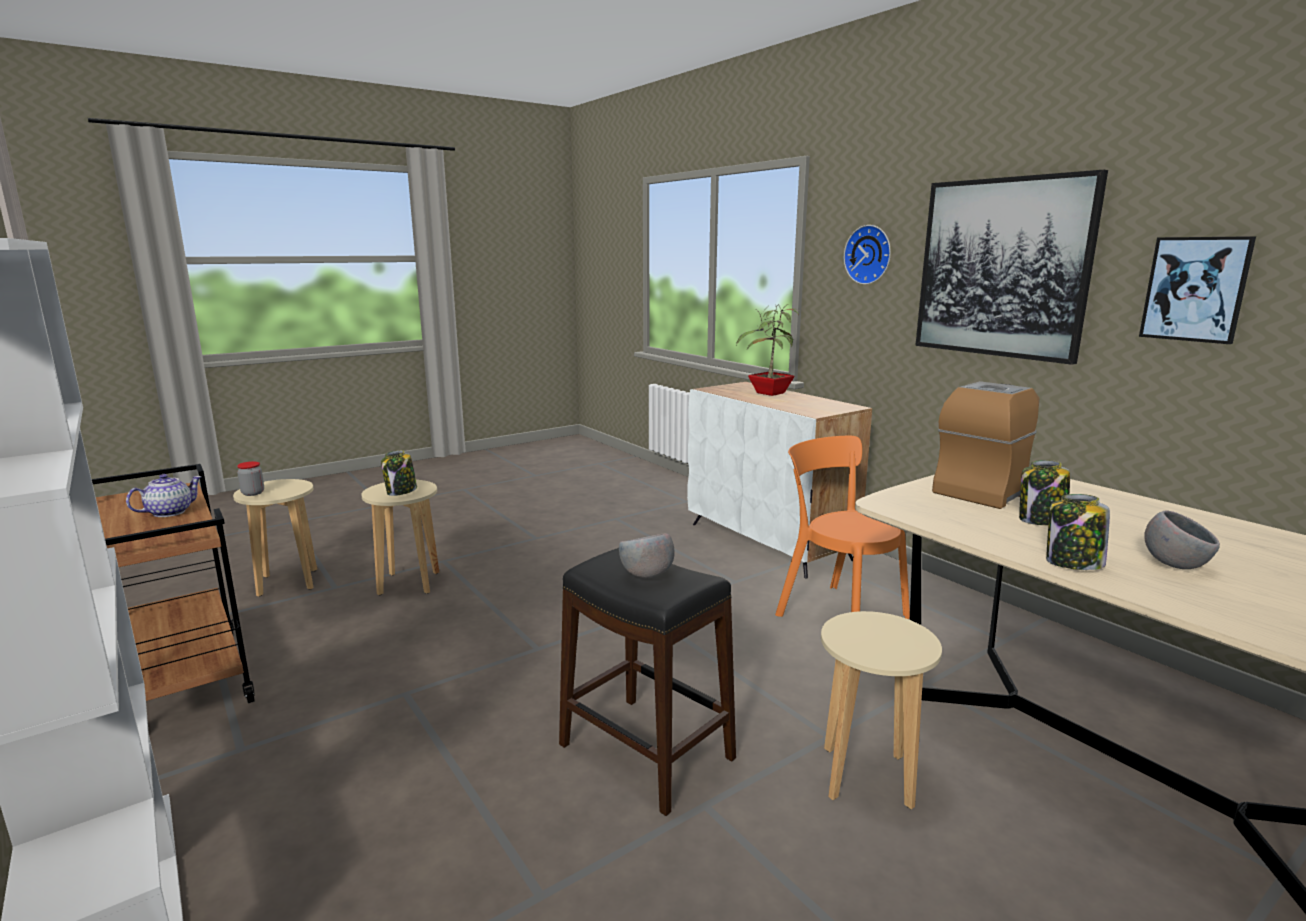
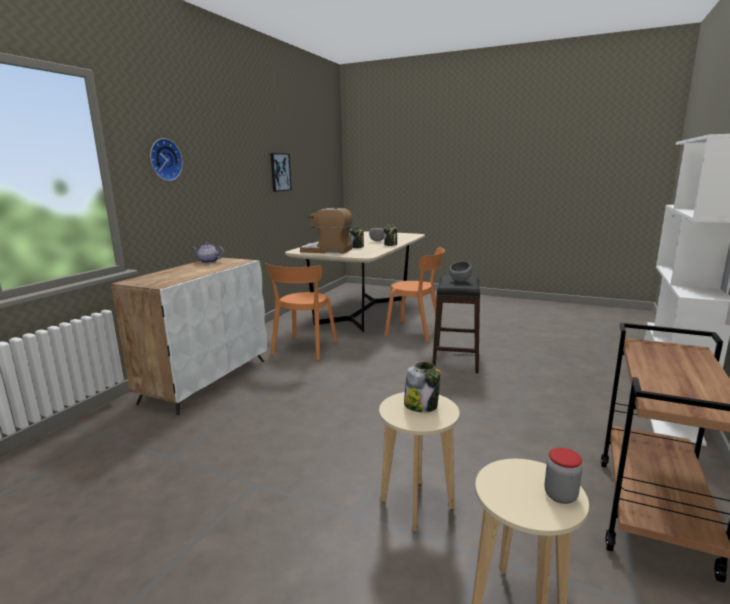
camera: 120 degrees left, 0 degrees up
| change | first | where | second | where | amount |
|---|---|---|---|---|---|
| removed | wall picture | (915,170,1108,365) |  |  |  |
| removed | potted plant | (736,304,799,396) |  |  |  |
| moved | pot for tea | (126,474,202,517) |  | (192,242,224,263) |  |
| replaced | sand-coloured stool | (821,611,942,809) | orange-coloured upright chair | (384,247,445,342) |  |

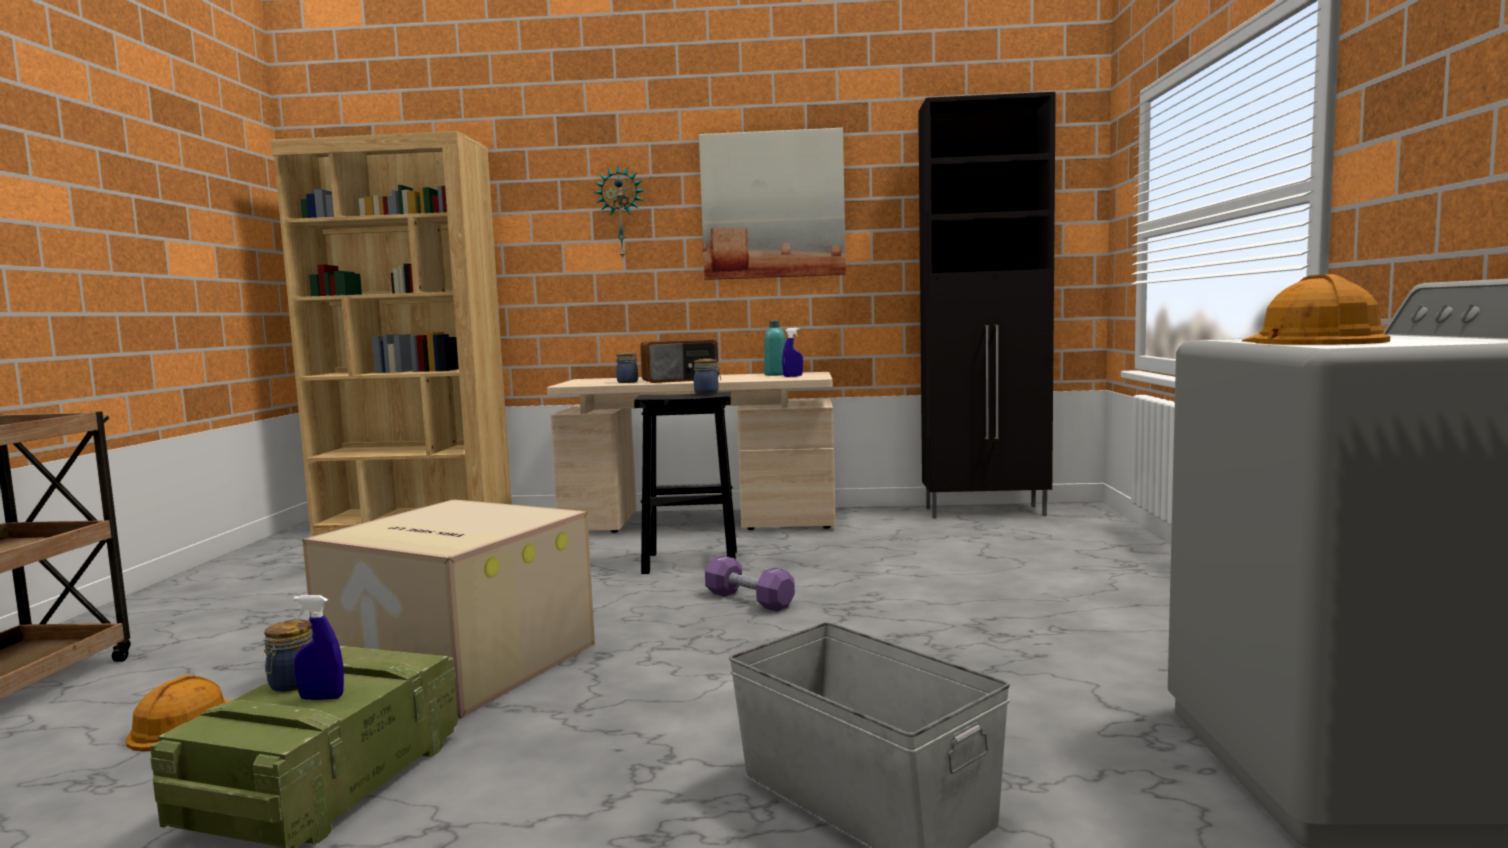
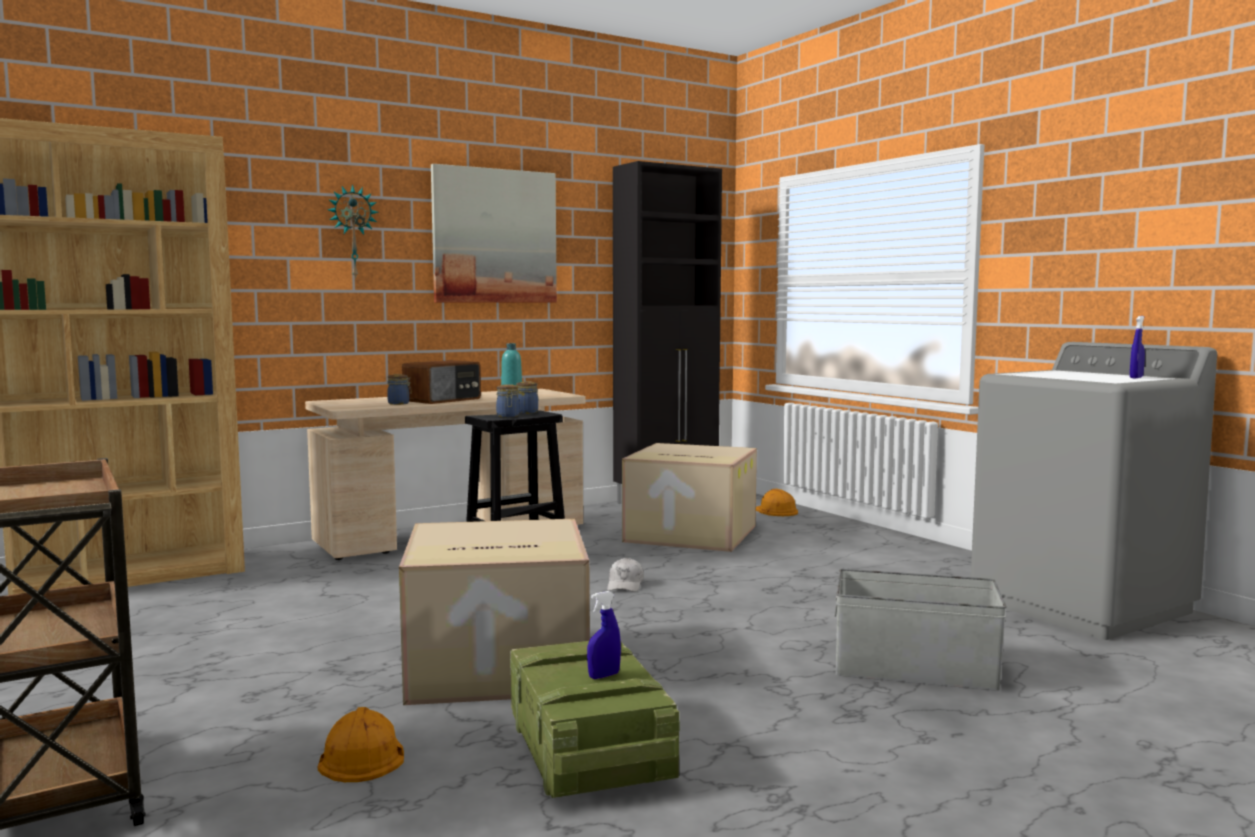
camera: 35 degrees left, 0 degrees up
| change | first | where | second | where | amount |
|---|---|---|---|---|---|
| moved | orange-coloured safety helmet | (1242,274,1390,345) |  | (756,489,798,516) |  |
| moved | bluish spray bottle | (782,328,803,377) |  | (1130,316,1145,379) |  |
| replaced | purple hand weight | (705,555,795,612) | white baseball cap | (607,558,644,592) |  |
| moved | storage jar | (263,620,313,692) |  | (496,384,519,418) |  |
| added |  |  | packing box | (622,443,757,552) |  |

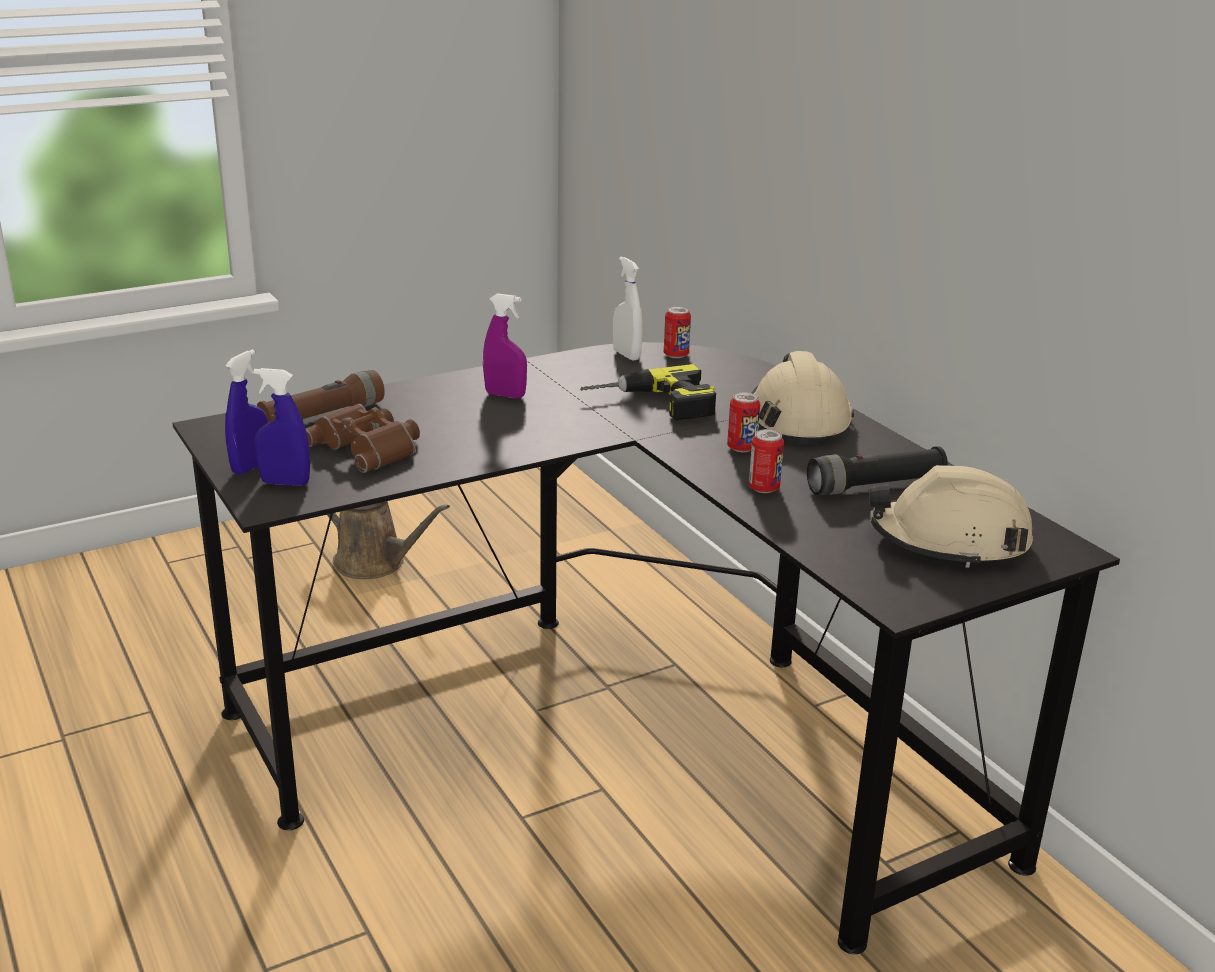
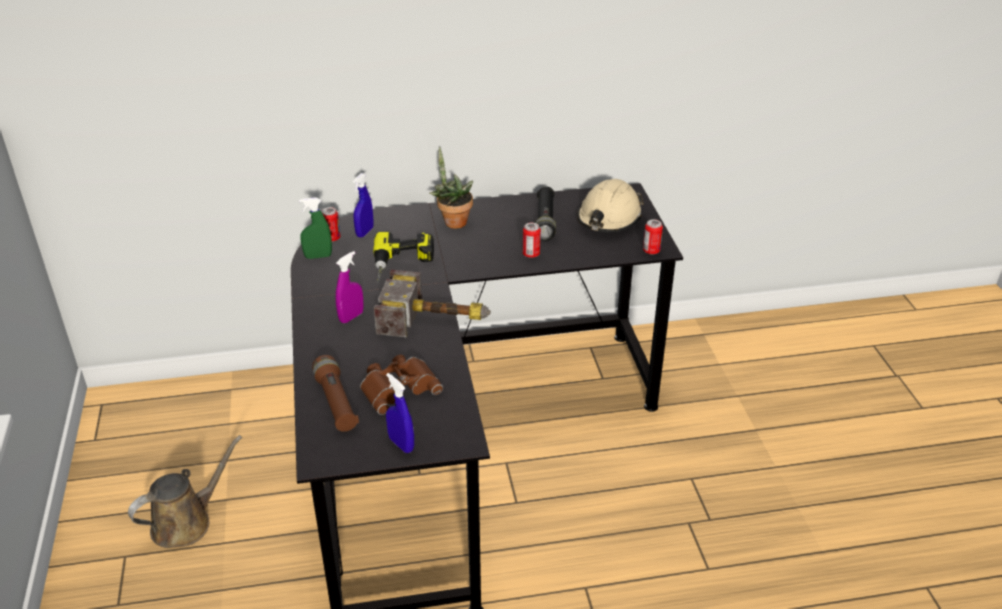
camera: 70 degrees left, 10 degrees up
| change | first | where | second | where | amount |
|---|---|---|---|---|---|
| recoloured | white spray bottle | (613,256,643,361) | greenish spray bottle | (299,197,332,259) |  |
| replaced | sand-coloured safety helmet | (751,351,854,445) | potted plant | (429,147,473,229) |  |
| moved | bluish spray bottle | (254,368,310,486) |  | (353,173,374,237) |  |
| moved | sealed can | (727,392,760,452) |  | (643,219,663,254) |  |
| added |  |  | hand hammer | (374,270,491,337) |  |

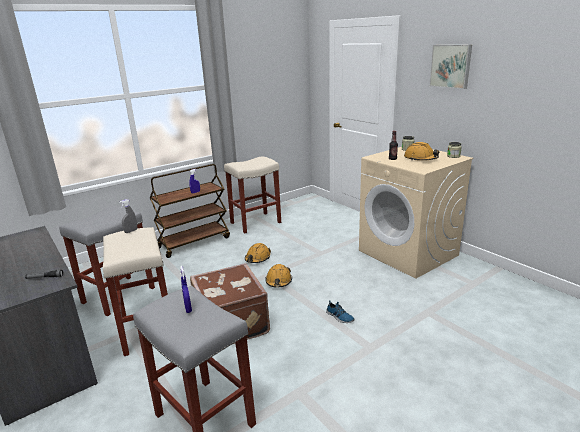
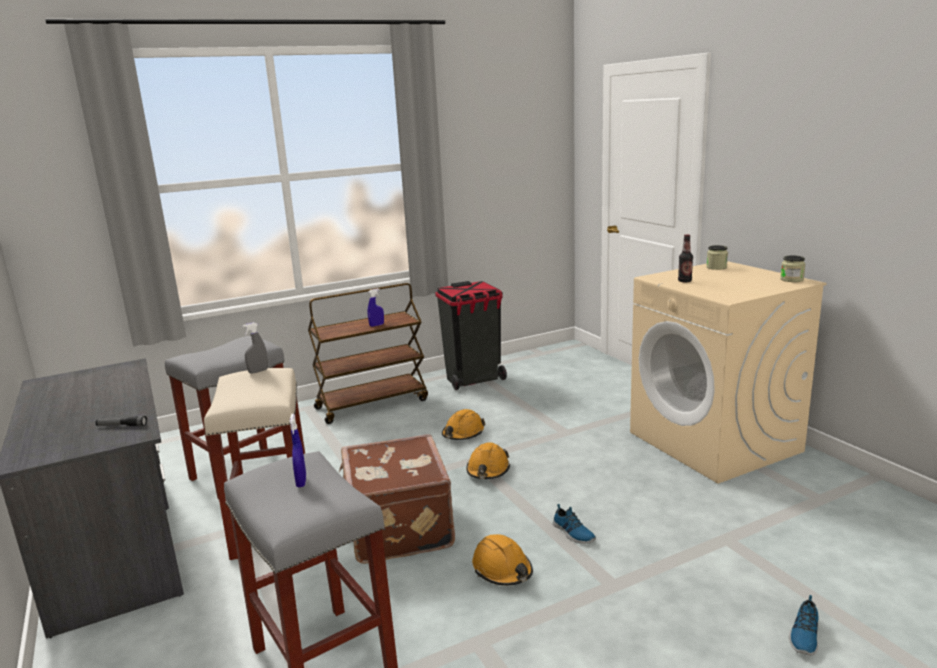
camera: 10 degrees right, 5 degrees down
| change | first | where | second | where | amount |
|---|---|---|---|---|---|
| removed | wall picture | (429,45,472,89) |  |  |  |
| moved | orange-coloured safety helmet | (404,142,439,161) |  | (472,534,533,586) |  |
| replaced | sand-coloured stool | (224,156,281,233) | black-coloured rubbish bin | (435,281,507,390) |  |
| added |  |  | shoe | (789,595,819,656) |  |

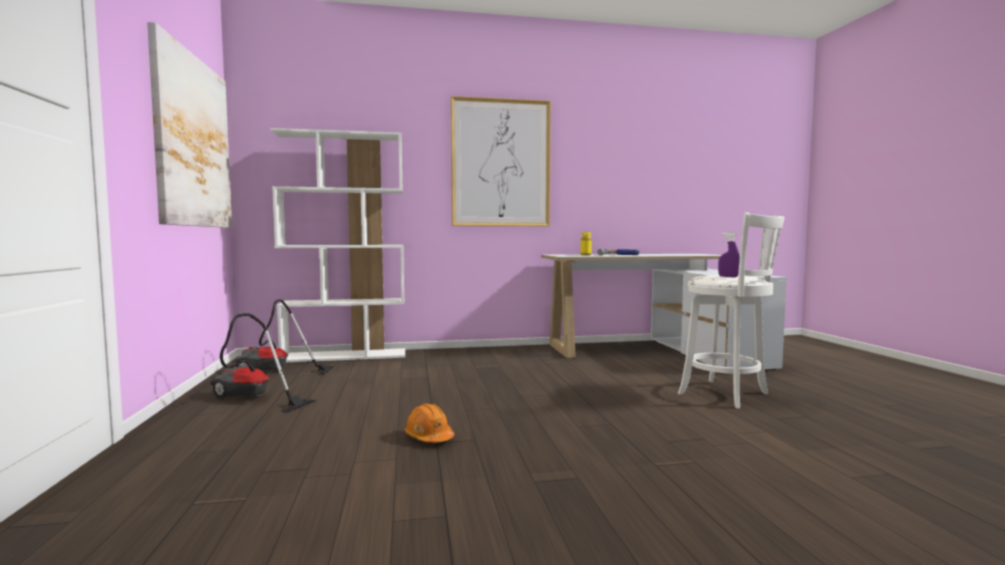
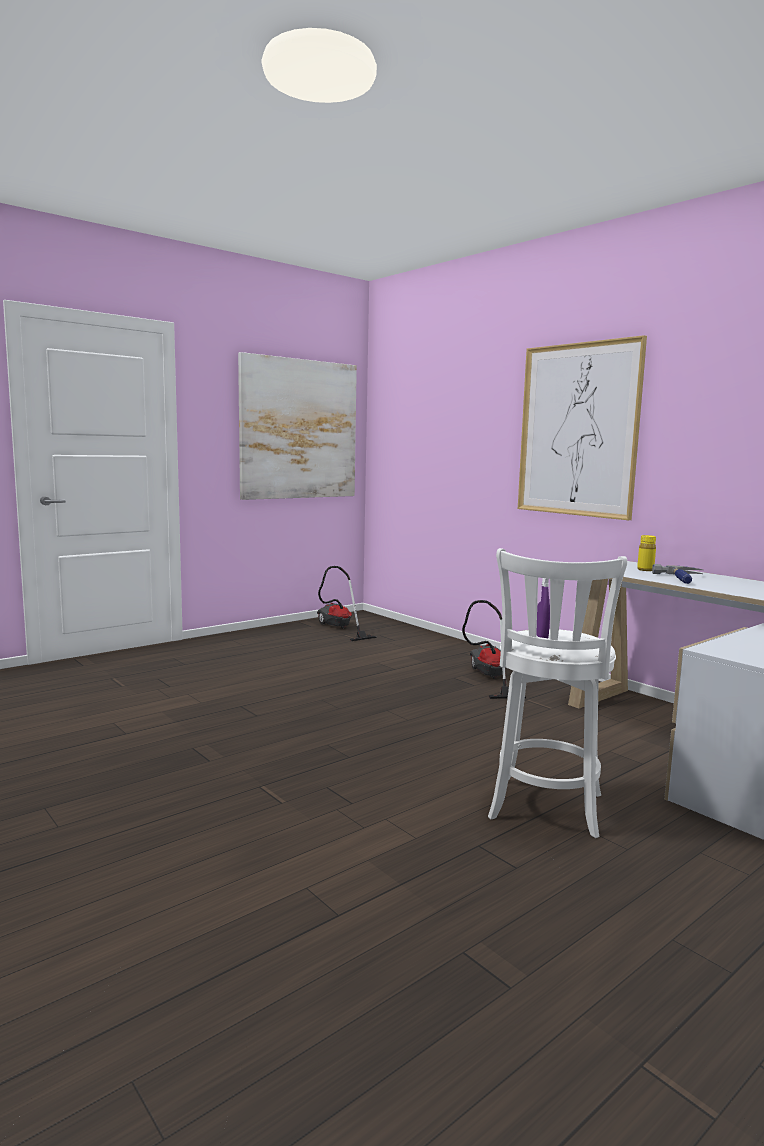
camera: 60 degrees right, 5 degrees up
| change | first | where | second | where | amount |
|---|---|---|---|---|---|
| removed | white bookshelf | (270,128,405,362) |  |  |  |
| moved | hoover | (210,313,316,413) |  | (462,600,526,699) |  |
| removed | orange-coloured safety helmet | (404,404,454,443) |  |  |  |

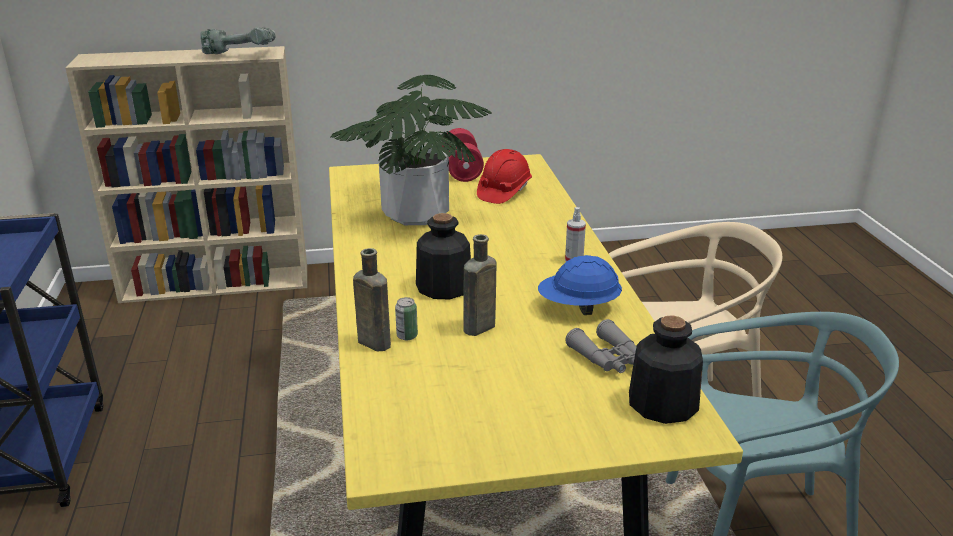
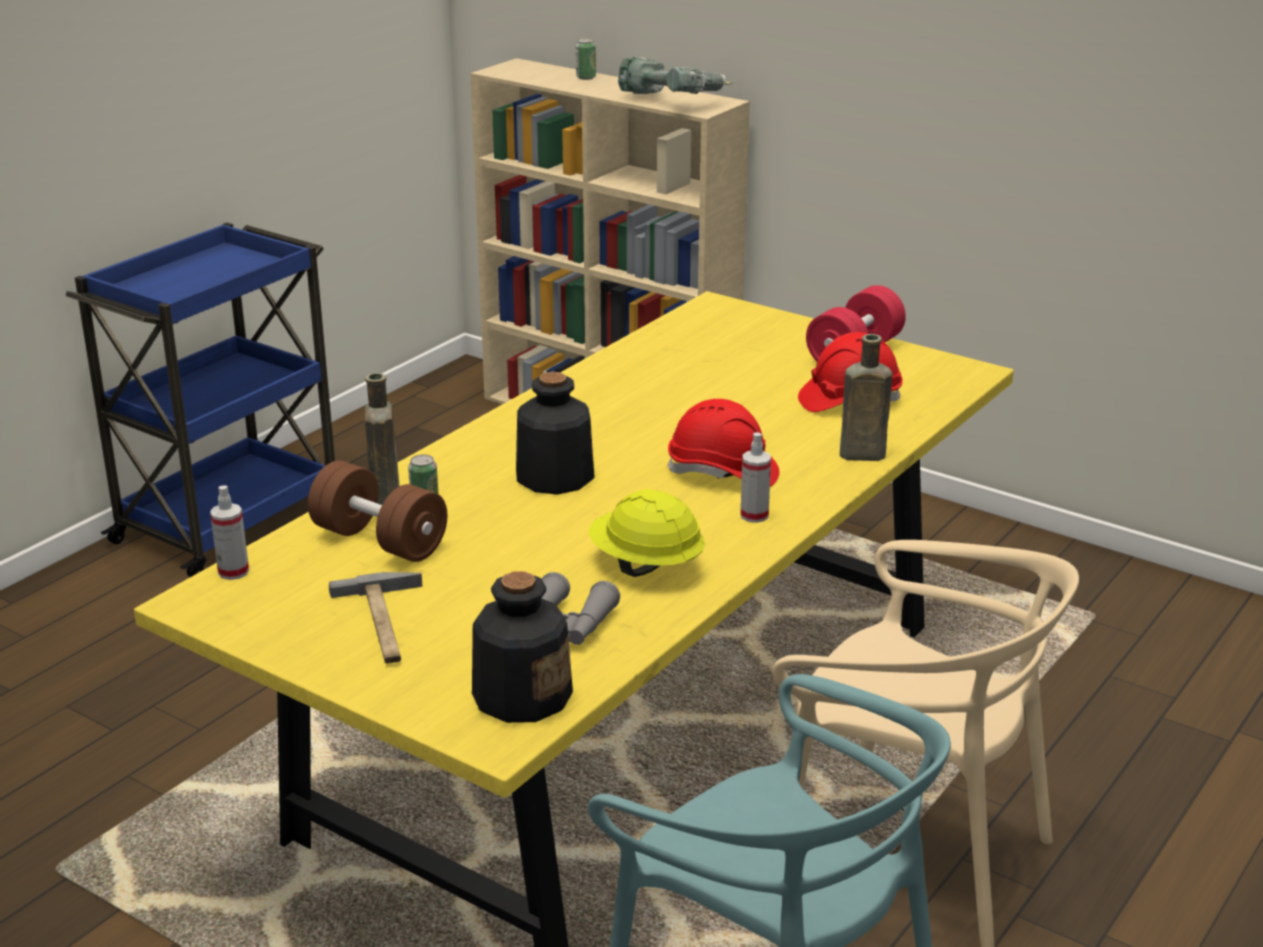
camera: 45 degrees right, 0 degrees up
| change | first | where | second | where | amount |
|---|---|---|---|---|---|
| removed | potted plant | (330,75,492,225) |  |  |  |
| moved | brown-coloured bottle | (463,234,496,336) |  | (840,334,892,461) |  |
| recoloured | bluish safety helmet | (538,255,622,315) | yellowish safety helmet | (589,489,705,577) |  |
| added |  |  | sealed can | (576,38,596,80) |  |
| added |  |  | red safety helmet | (666,399,779,487) |  |
| added |  |  | brown-coloured hand weight | (308,460,447,562) |  |
| added |  |  | spray bottle | (210,485,249,580) |  |
| added |  |  | hand hammer | (329,572,422,664) |  |

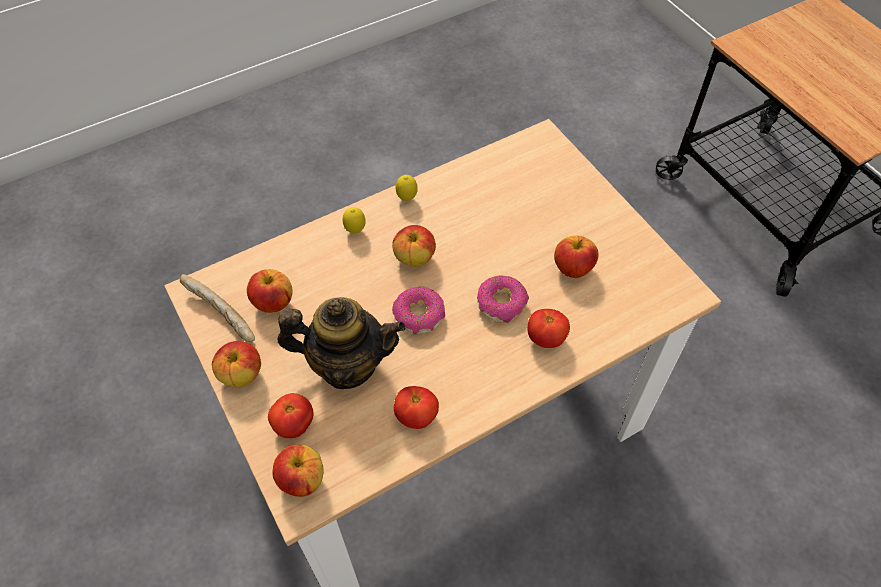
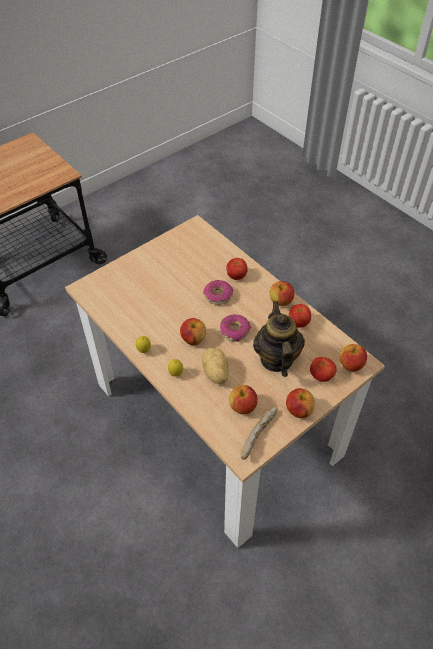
camera: 100 degrees left, 5 degrees down
| change | first | where | second | where | amount |
|---|---|---|---|---|---|
| moved | apple fruit | (554,236,599,278) |  | (270,281,295,306) |  |
| added |  |  | potato | (202,348,229,384) |  |

